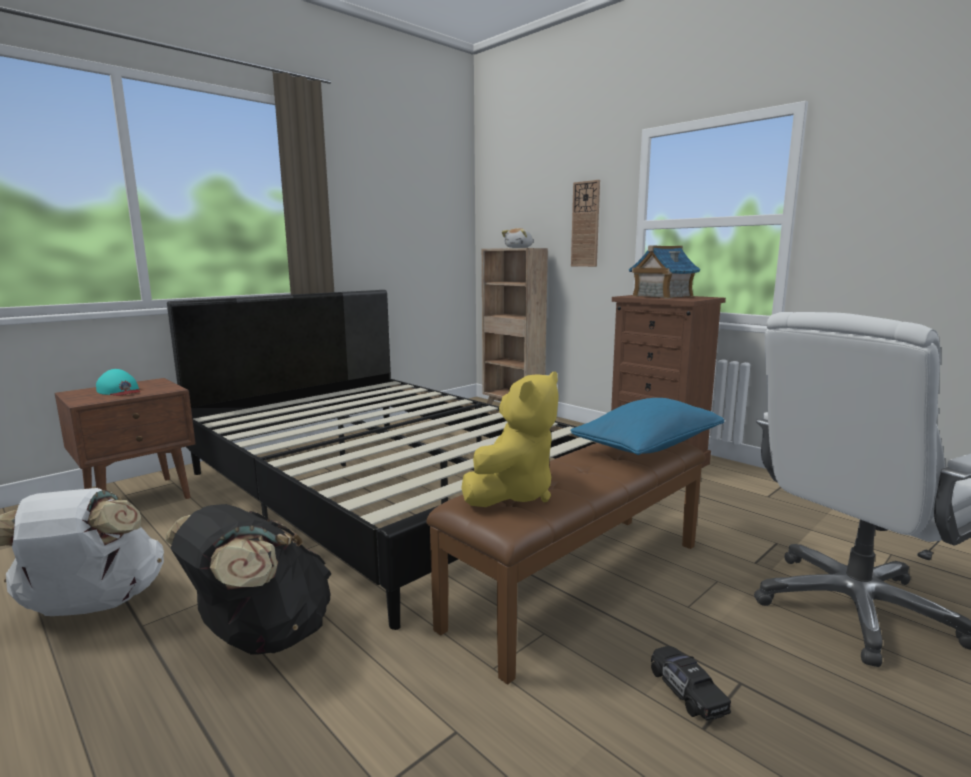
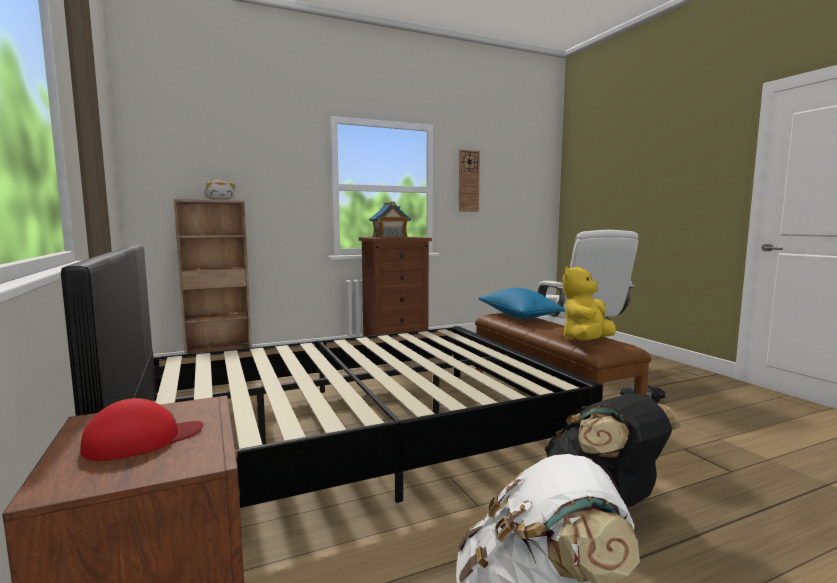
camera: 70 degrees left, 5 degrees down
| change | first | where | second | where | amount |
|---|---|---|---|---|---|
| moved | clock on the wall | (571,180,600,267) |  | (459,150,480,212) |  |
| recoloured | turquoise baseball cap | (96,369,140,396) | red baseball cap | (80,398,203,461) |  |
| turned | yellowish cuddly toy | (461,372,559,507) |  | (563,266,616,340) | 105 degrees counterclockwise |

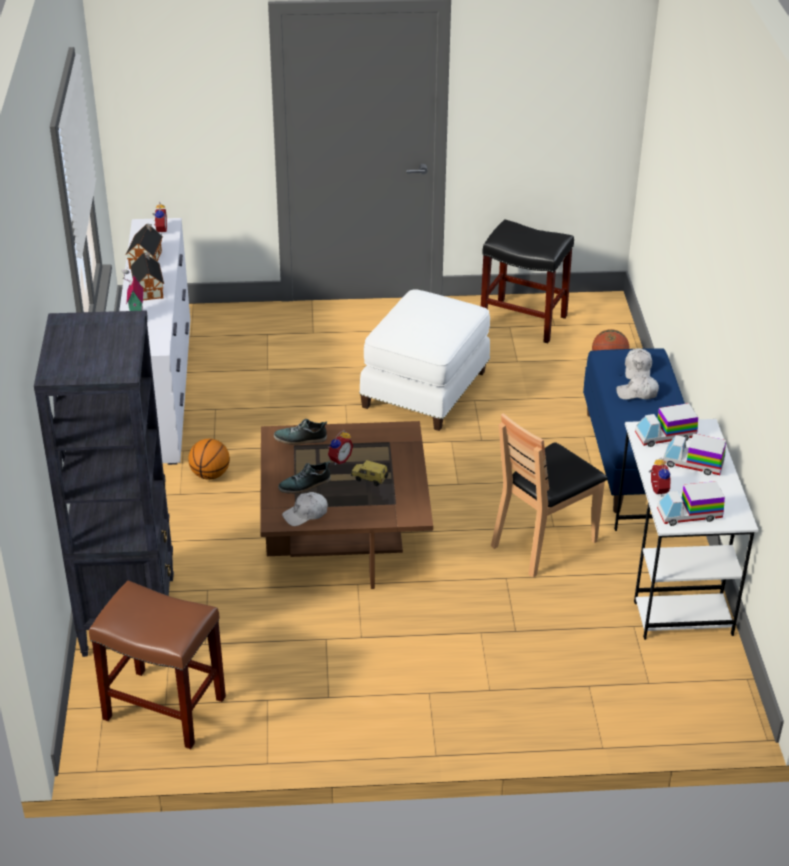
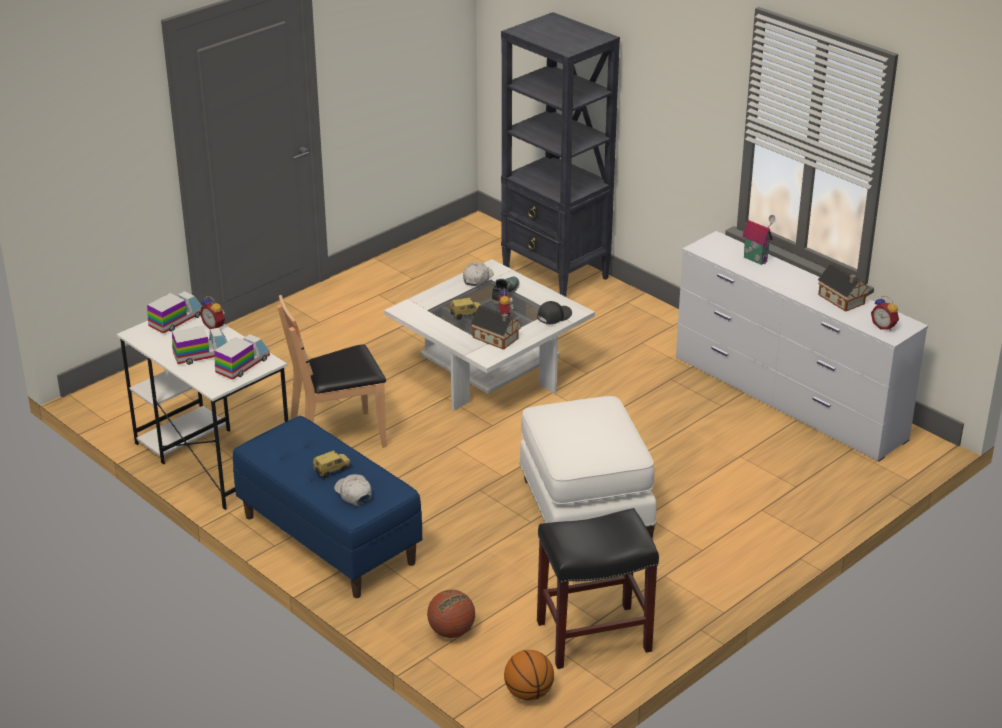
camera: 140 degrees right, 5 degrees down
| change | first | where | second | where | amount |
|---|---|---|---|---|---|
| moved | miniature house | (130,252,164,301) |  | (471,305,521,350) |  |
| replaced | white baseball cap | (616,374,659,400) | toy car | (313,450,351,478) |  |
| turned | brown-coloured upright chair | (491,413,608,577) |  | (277,295,387,448) | 120 degrees counterclockwise |
| replaced | shoe | (274,419,327,445) | black-coloured baseball cap | (537,301,572,324) |  |
| recoloured | brown-coloured lounge table | (260,421,433,589) | white lounge table | (384,259,595,410) |  |
| moved | basketball ball | (188,439,230,480) |  | (504,650,554,701) |  |
| removed | brown-coloured stool | (89,580,226,749) |  |  |  |

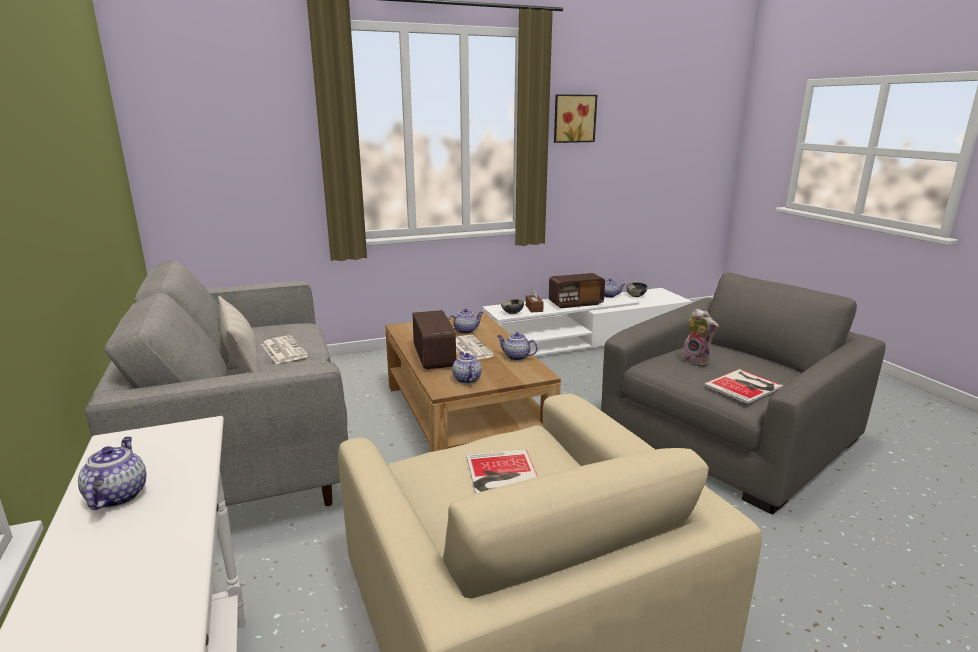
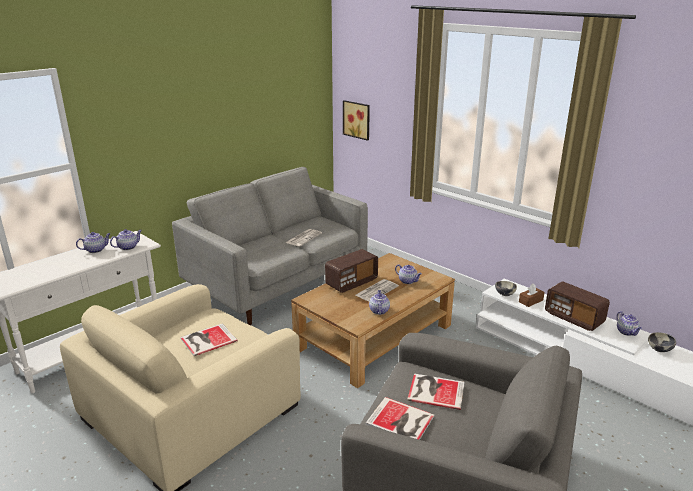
camera: 65 degrees right, 5 degrees up
| change | first | where | second | where | amount |
|---|---|---|---|---|---|
| moved | wall picture | (554,94,597,143) |  | (343,100,370,141) |  |
| removed | sand-coloured throw pillow | (218,296,258,373) |  |  |  |
| replaced | cuddly toy | (681,308,719,367) | bound book | (407,374,465,410) |  |
| moved | pot for tea | (452,352,482,384) |  | (110,229,142,250) |  |

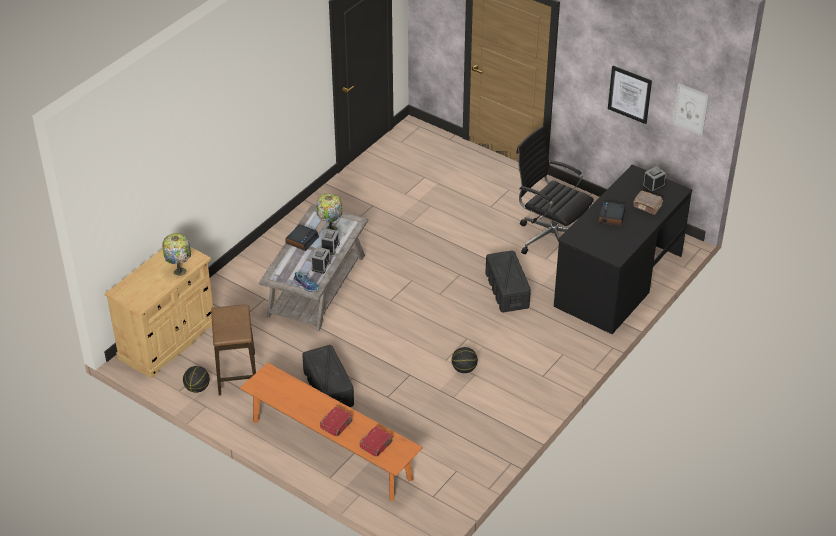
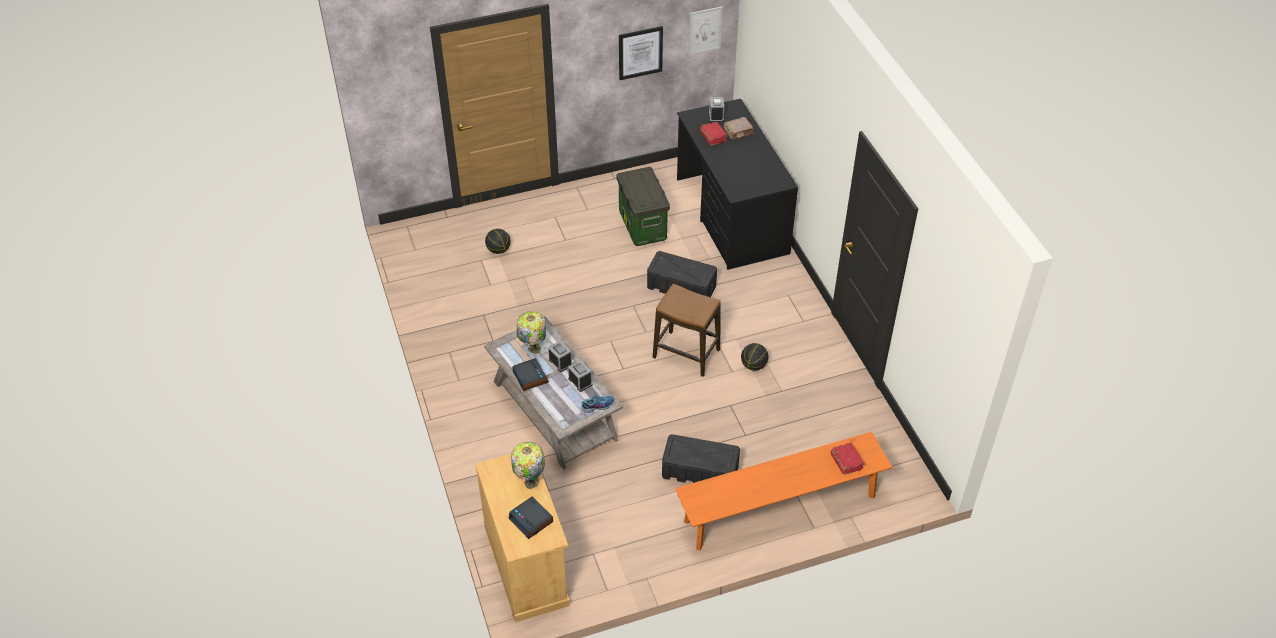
camera: 55 degrees left, 5 degrees up
| change | first | where | second | where | amount |
|---|---|---|---|---|---|
| replaced | black-coloured desk chair | (516,126,594,254) | storage box | (617,167,670,246) |  |
| moved | bedside clock | (597,201,625,226) |  | (509,497,553,539) |  |
| moved | stool | (211,304,256,395) |  | (653,284,721,377) |  |
| moved | basketball ball | (183,366,210,393) |  | (485,229,511,254) |  |
| moved | red bound book | (320,407,353,436) |  | (700,122,728,146) |  |

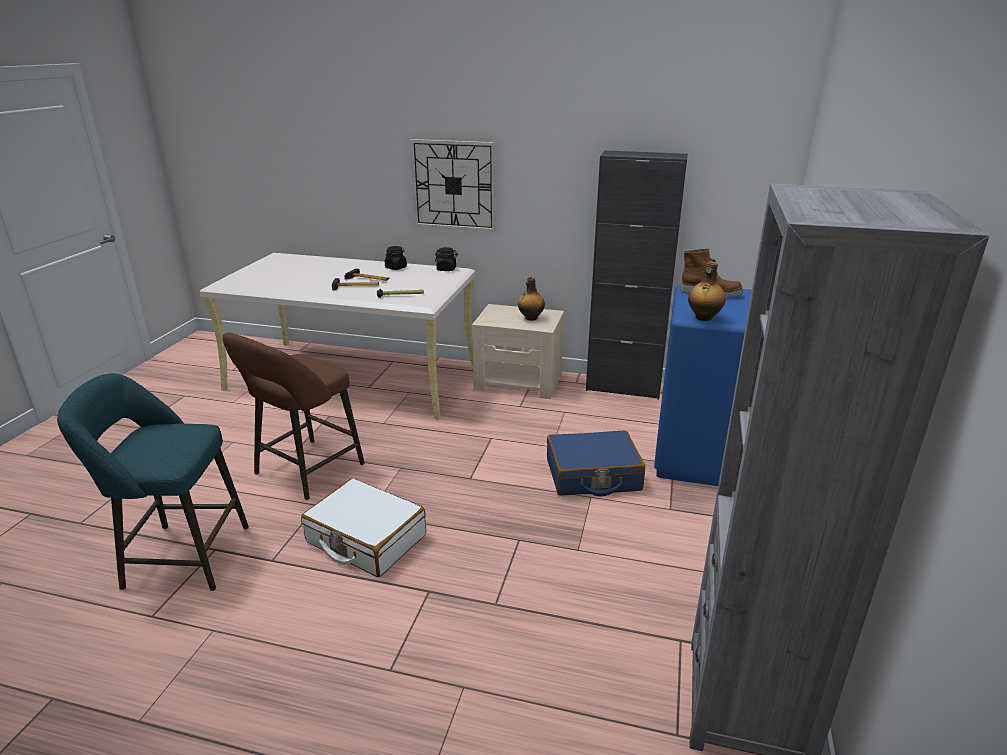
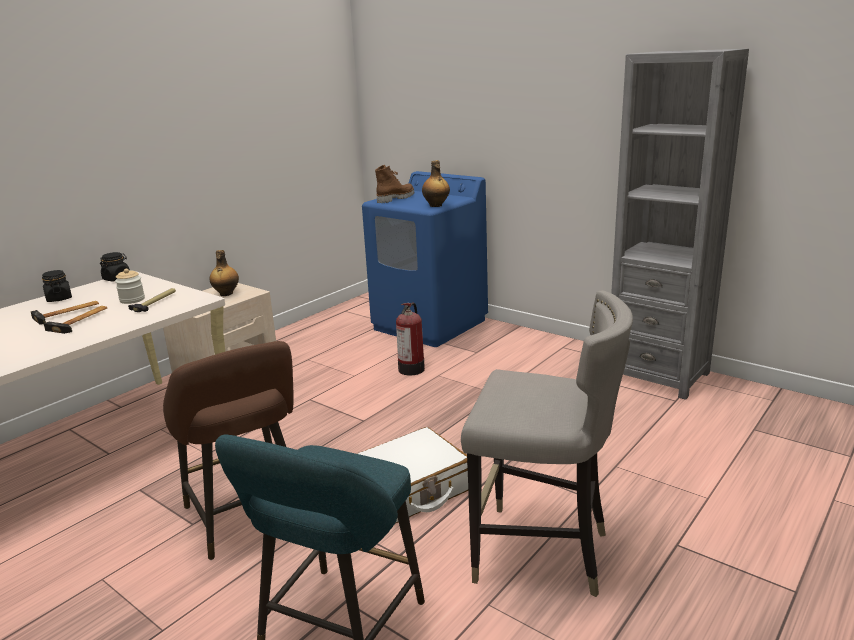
camera: 65 degrees left, 5 degrees down
| change | first | where | second | where | amount |
|---|---|---|---|---|---|
| removed | clock on the wall | (410,139,495,232) |  |  |  |
| removed | black-coloured storage cabinet | (586,150,688,399) |  |  |  |
| replaced | bluish travel case | (547,431,645,496) | fire-fighting cylinder | (396,302,425,375) |  |
| added |  |  | storage jar | (115,269,145,304) |  |
| added |  |  | gray stool | (461,290,633,597) |  |

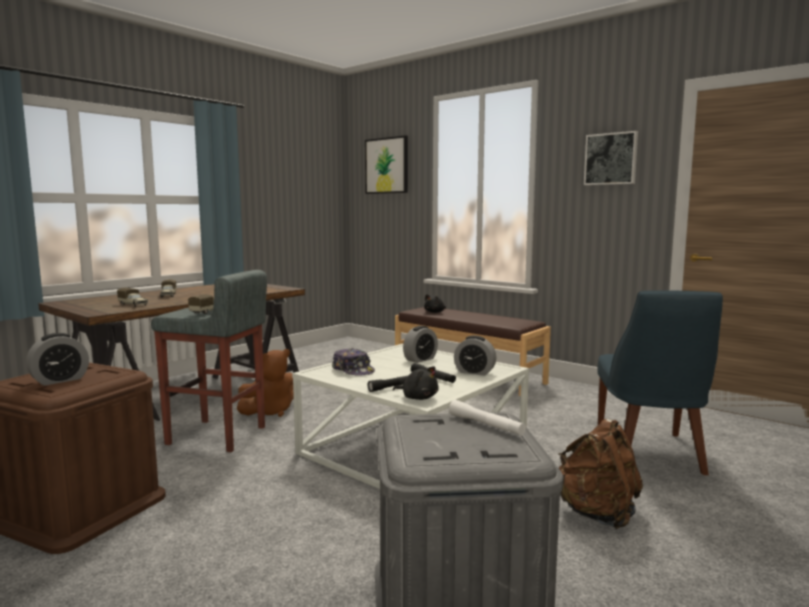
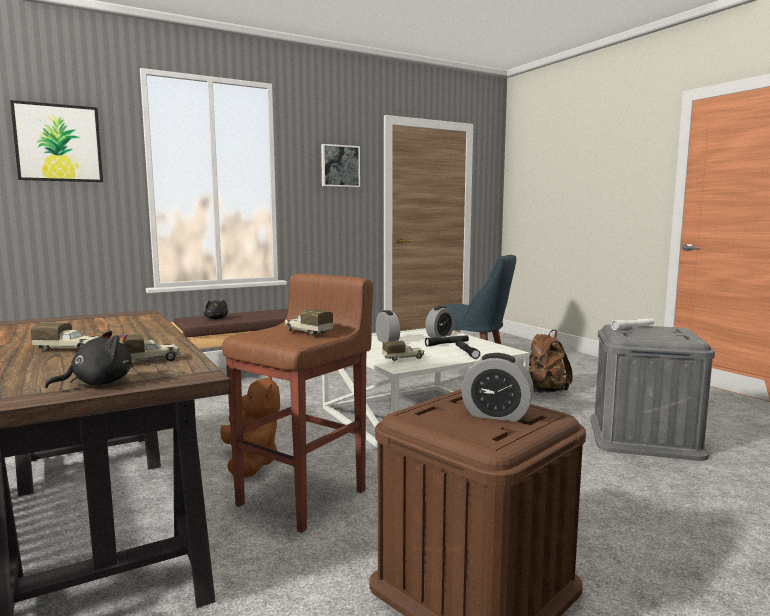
camera: 70 degrees left, 0 degrees up
| change | first | where | second | where | amount |
|---|---|---|---|---|---|
| recoloured | gray stool | (151,270,267,452) | brown-coloured stool | (222,274,373,533) |  |
| turned | bedside clock | (26,333,89,386) |  | (461,353,534,422) | 135 degrees clockwise |
| replaced | baseball cap | (332,348,375,376) | model truck | (382,340,424,361) |  |
| moved | black-coloured cuddly toy | (393,366,439,400) |  | (45,331,132,388) |  |

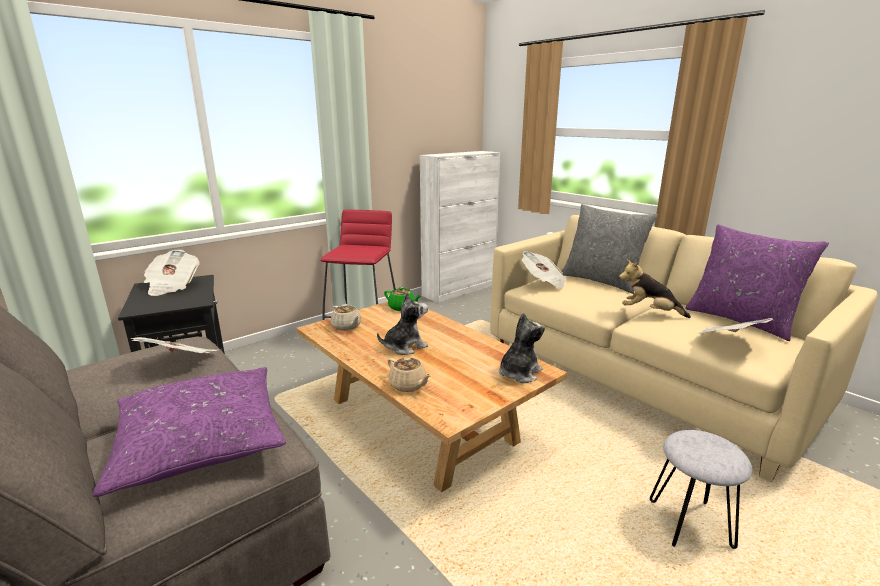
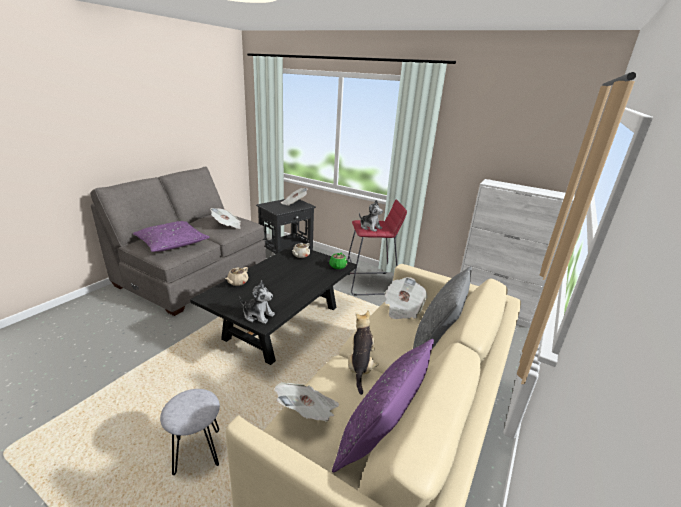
camera: 70 degrees right, 5 degrees up
| change | first | where | second | where | amount |
|---|---|---|---|---|---|
| moved | cuddly toy | (377,292,428,355) |  | (359,200,383,232) |  |
| recoloured | sand-coloured lounge table | (296,302,567,492) | black-coloured lounge table | (190,244,357,365) |  |

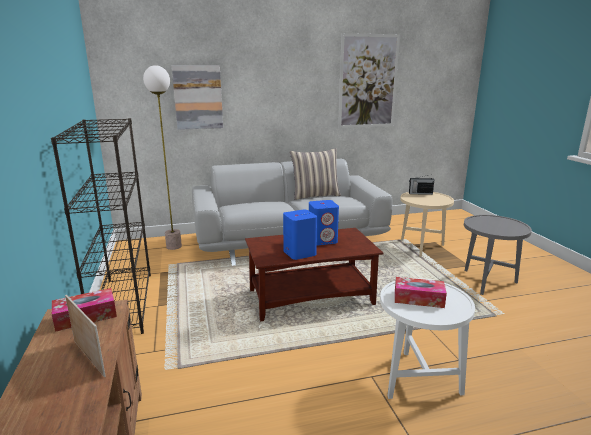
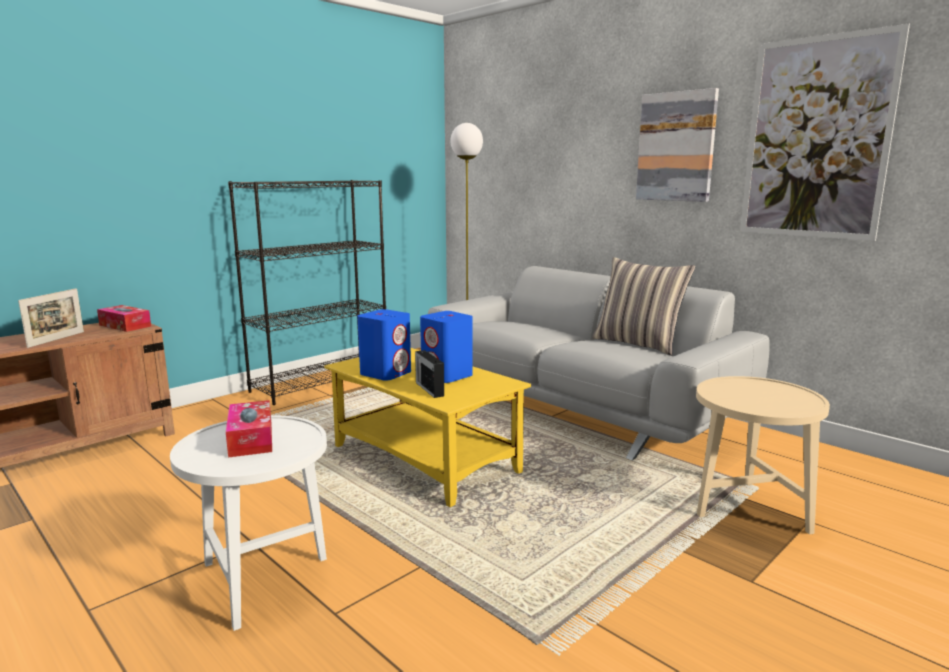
camera: 60 degrees right, 5 degrees down
| change | first | where | second | where | amount |
|---|---|---|---|---|---|
| moved | wall picture | (172,65,223,130) |  | (636,88,719,202) |  |
| moved | radio set | (409,175,434,195) |  | (415,350,444,398) |  |
| removed | gray end table | (464,215,532,295) |  |  |  |
| recoloured | brown-coloured lounge table | (245,228,384,321) | yellowish lounge table | (324,348,531,507) |  |

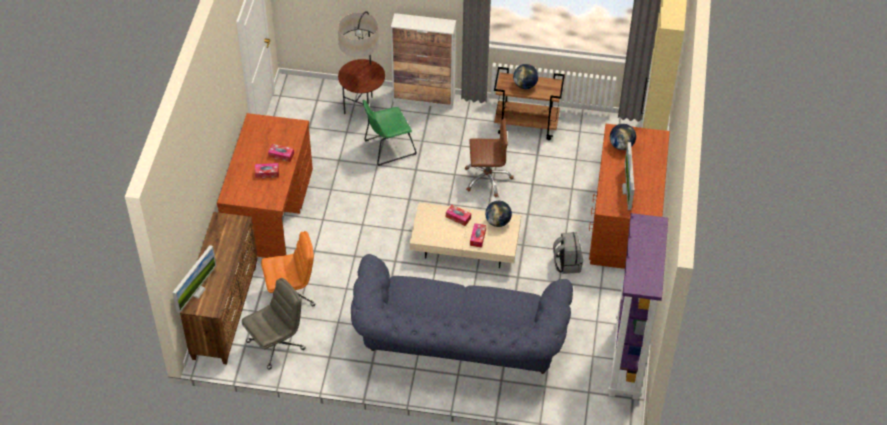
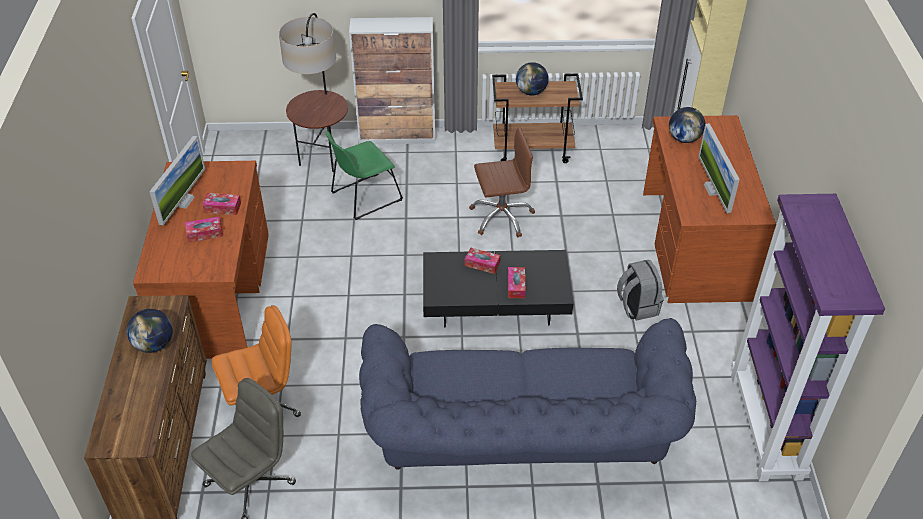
camera: 10 degrees left, 5 degrees down
| change | first | where | second | where | amount |
|---|---|---|---|---|---|
| moved | world globe | (485,201,512,227) |  | (127,309,173,353) |  |
| recoloured | sand-coloured lounge table | (410,203,521,268) | black-coloured lounge table | (423,250,573,327) |  |
| moved | computer screen | (172,245,217,313) |  | (150,136,205,225) |  |

